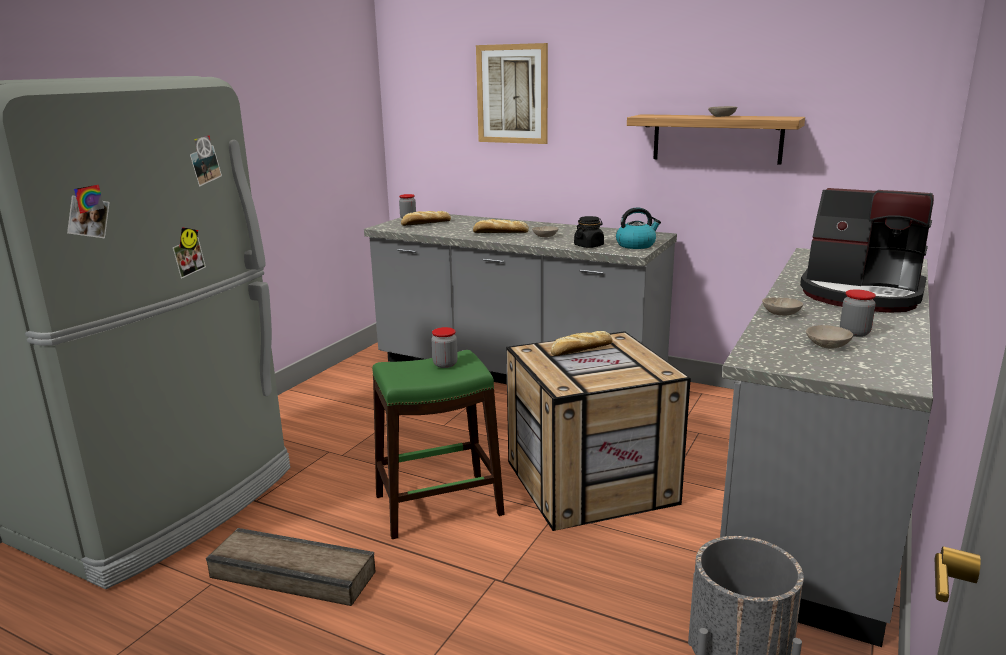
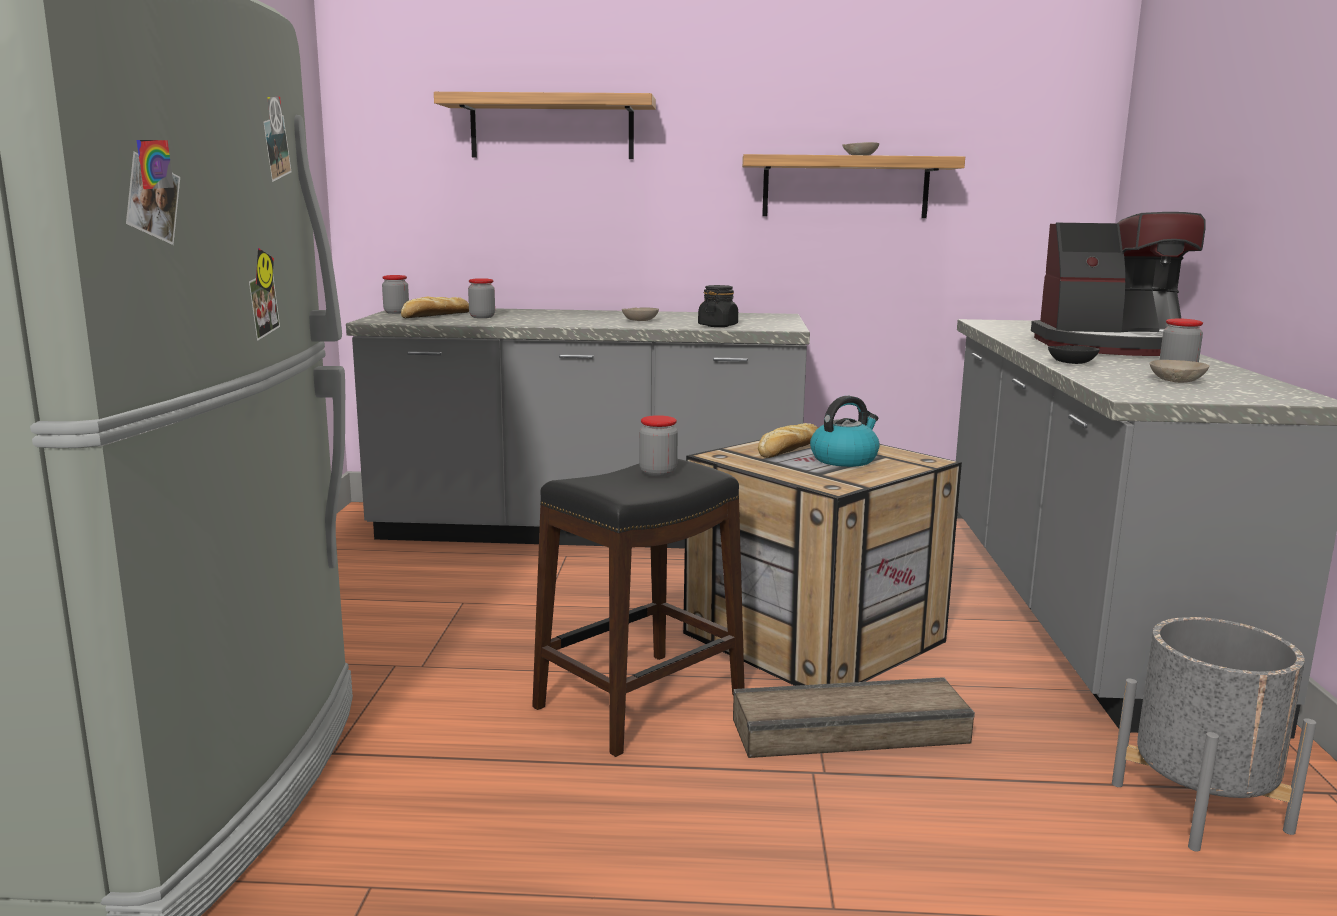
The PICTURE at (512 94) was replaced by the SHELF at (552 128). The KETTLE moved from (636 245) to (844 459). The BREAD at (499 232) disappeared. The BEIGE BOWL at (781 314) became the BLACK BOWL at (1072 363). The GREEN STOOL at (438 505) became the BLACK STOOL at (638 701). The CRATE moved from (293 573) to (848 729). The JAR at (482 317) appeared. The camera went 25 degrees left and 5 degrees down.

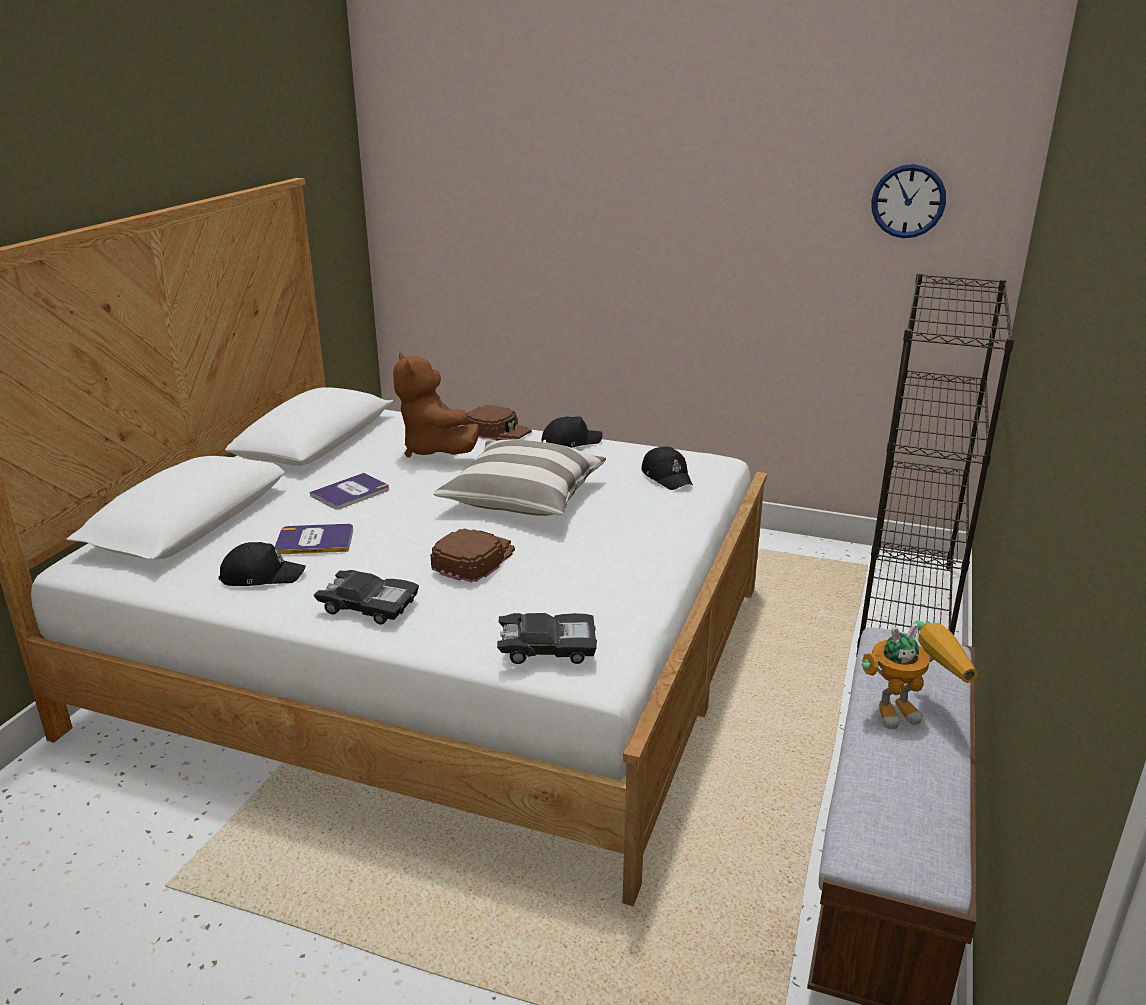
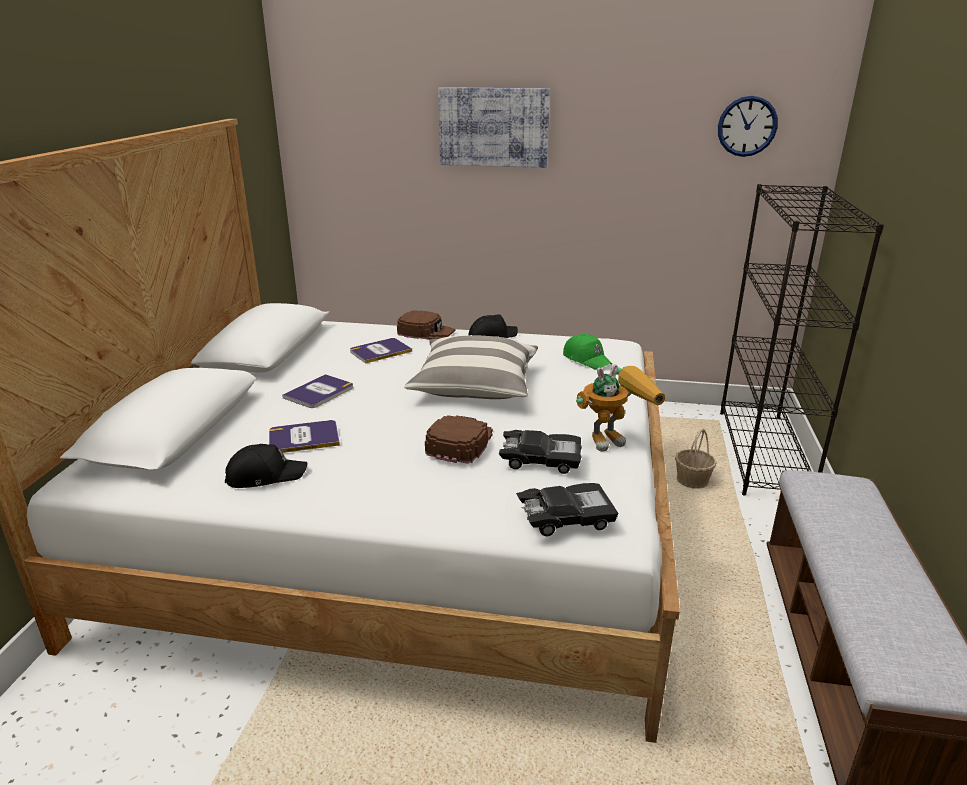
The BROWN PLUSH TOY at (435 451) was replaced by the BOOK at (380 351). The BLACK CAP at (667 477) became the GREEN CAP at (587 359). The BLACK TOY CAR moved from (368 605) to (540 459). The TOY ROBOT moved from (908 710) to (615 437). The PICTURE at (493 127) appeared. The BASKET at (692 481) appeared. The camera went 10 degrees left and 0 degrees up.

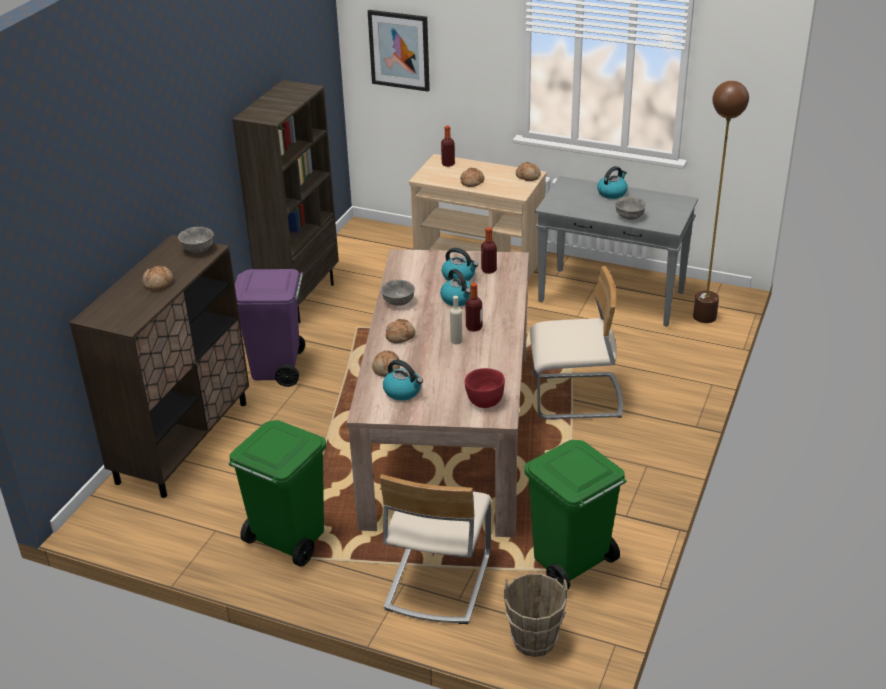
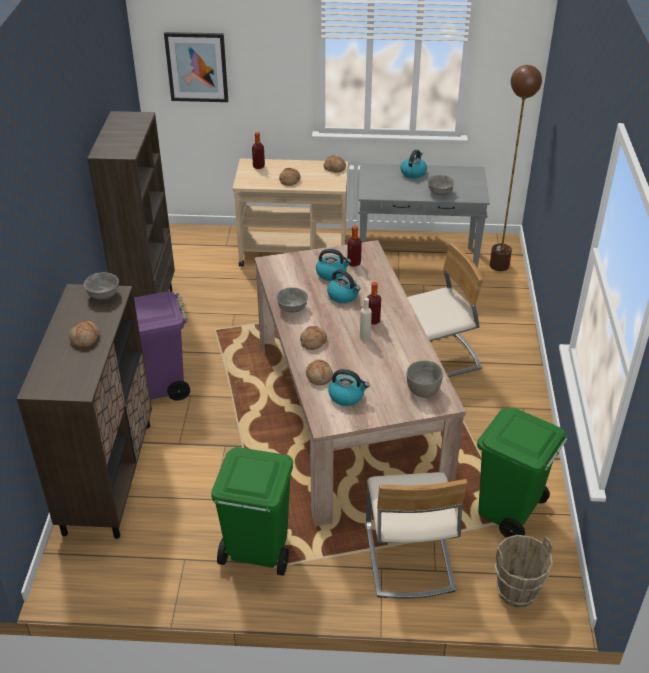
The RED BOWL at (484 401) became the GREY BOWL at (422 390). The camera went 20 degrees left and 5 degrees up.

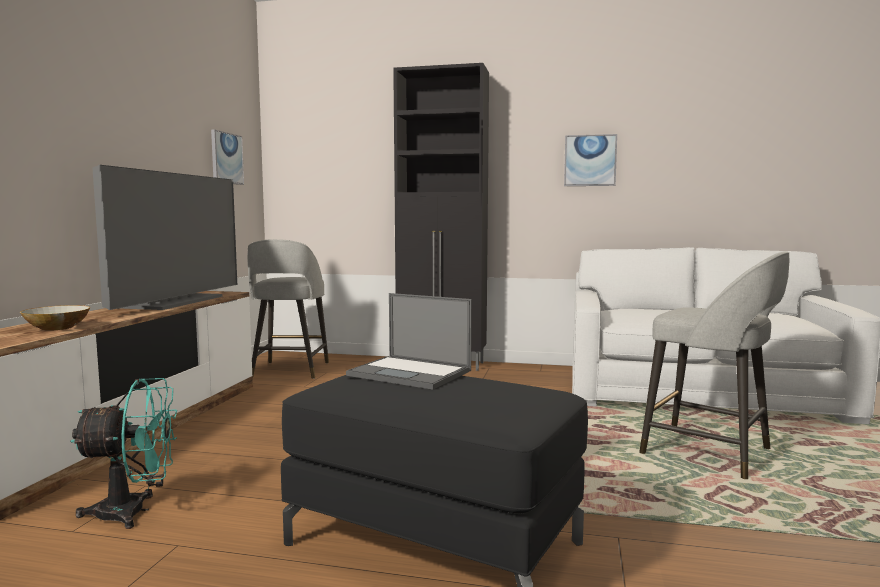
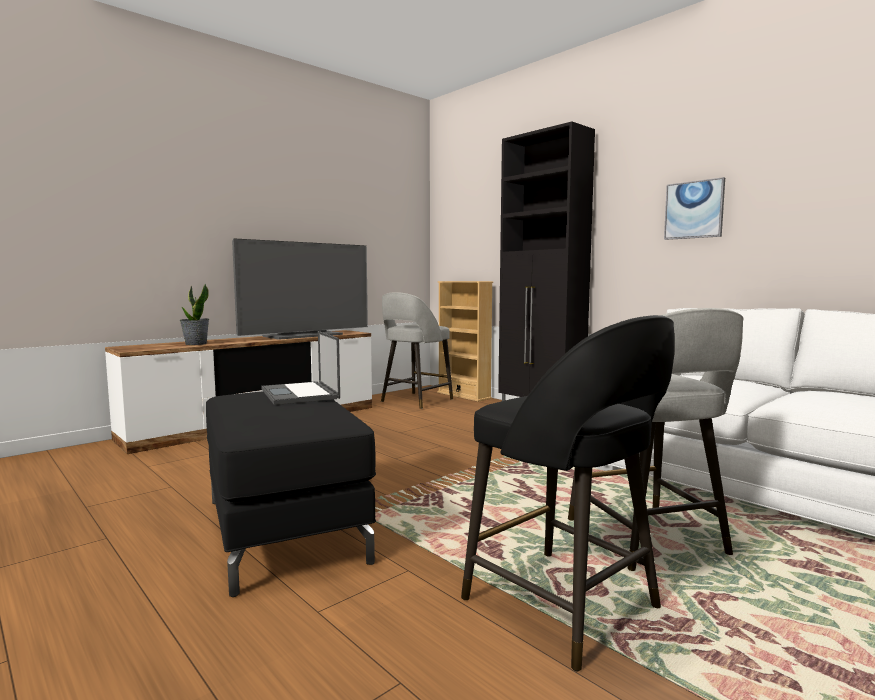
The PICTURE at (226 158) disappeared. The BOWL at (56 328) was replaced by the POTTED PLANT at (196 344). The TURQUOISE FAN at (134 511) disappeared. The BEIGE BOOKCASE at (464 395) appeared. The BLACK STOOL at (564 606) appeared. The camera went 35 degrees right and 0 degrees up.

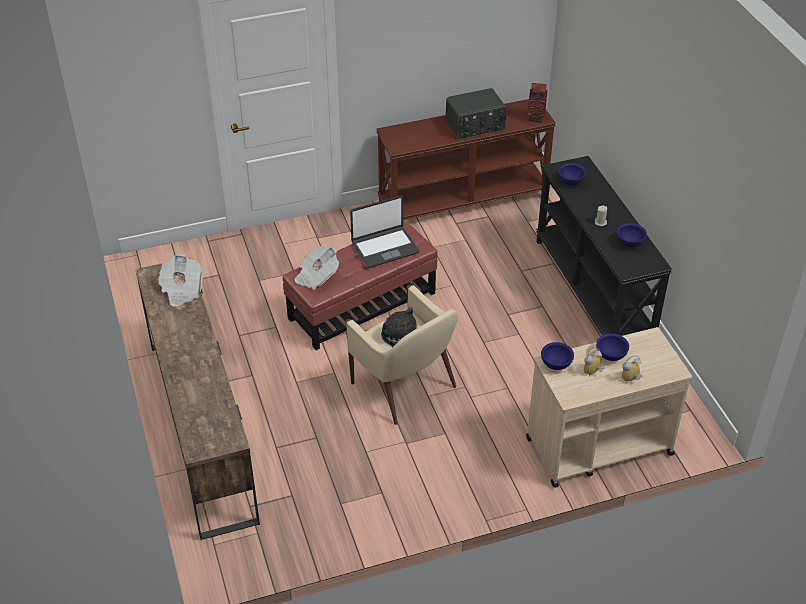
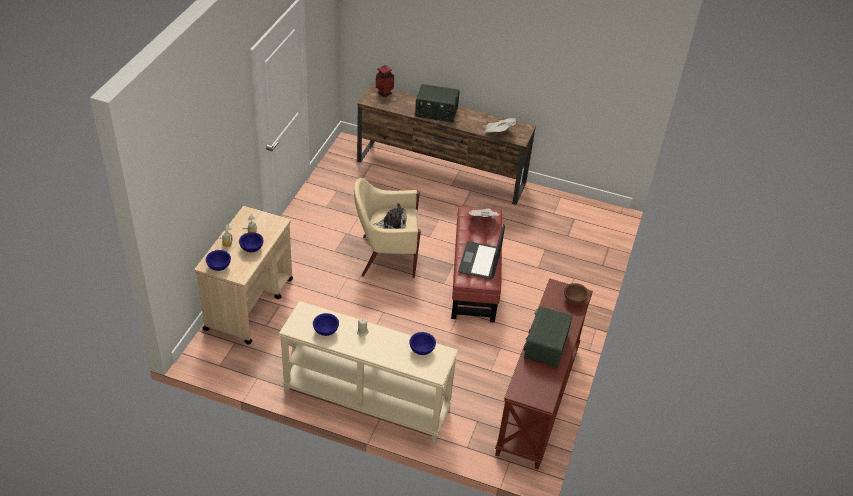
The VASE moved from (536 118) to (384 93). The BLACK CONSOLE TABLE at (594 291) became the BEIGE CONSOLE TABLE at (366 401). The BLUE BOWL moved from (556 364) to (218 267). The RADIO at (436 112) appeared. The BROWN BOWL at (574 299) appeared. The camera went 125 degrees right and 0 degrees up.

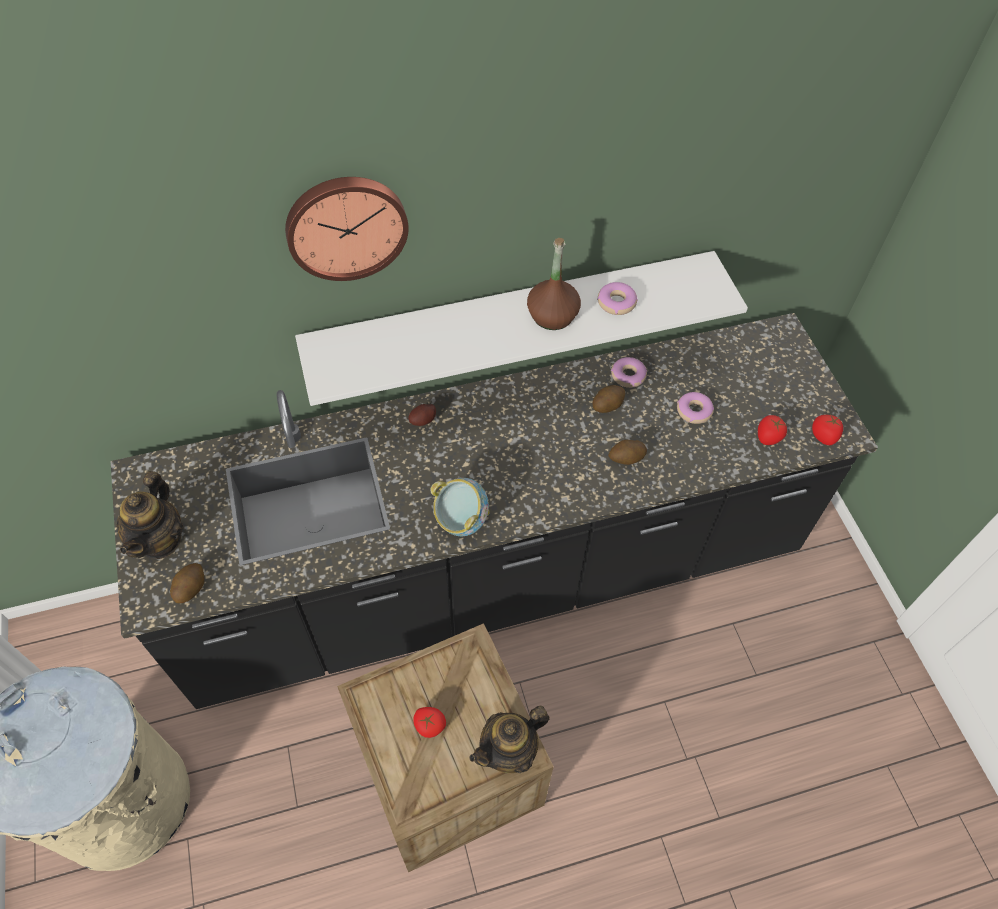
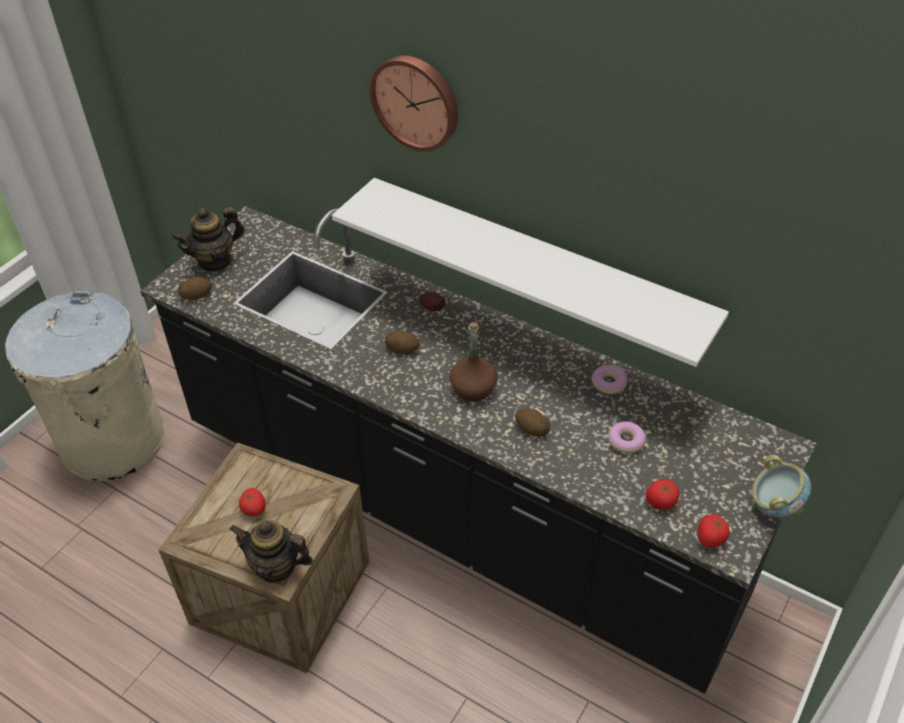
The BROWN BOTTLE moved from (552 315) to (473 388). The DONUT at (616 303) disappeared. The POTATO moved from (607 405) to (402 349). The BOWL moved from (460 520) to (774 505). The camera went 50 degrees right and 10 degrees down.

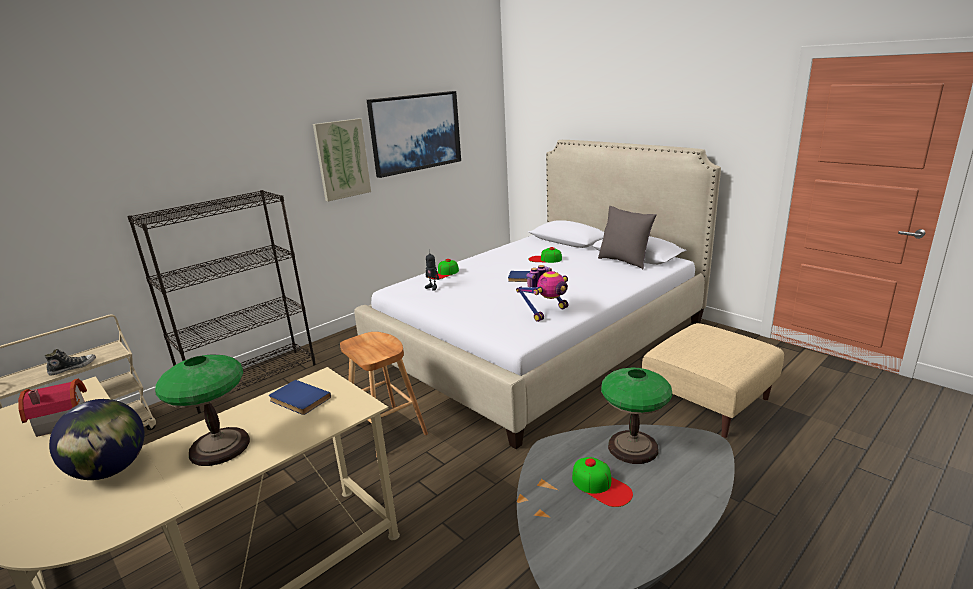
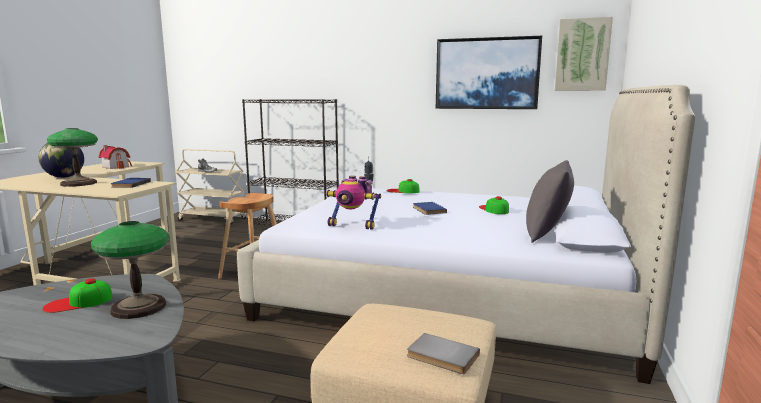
The PICTURE moved from (342 159) to (582 55). The CAP at (601 486) turned 45 degrees clockwise. The GREY BOOK at (441 356) appeared. The camera went 60 degrees right and 10 degrees down.

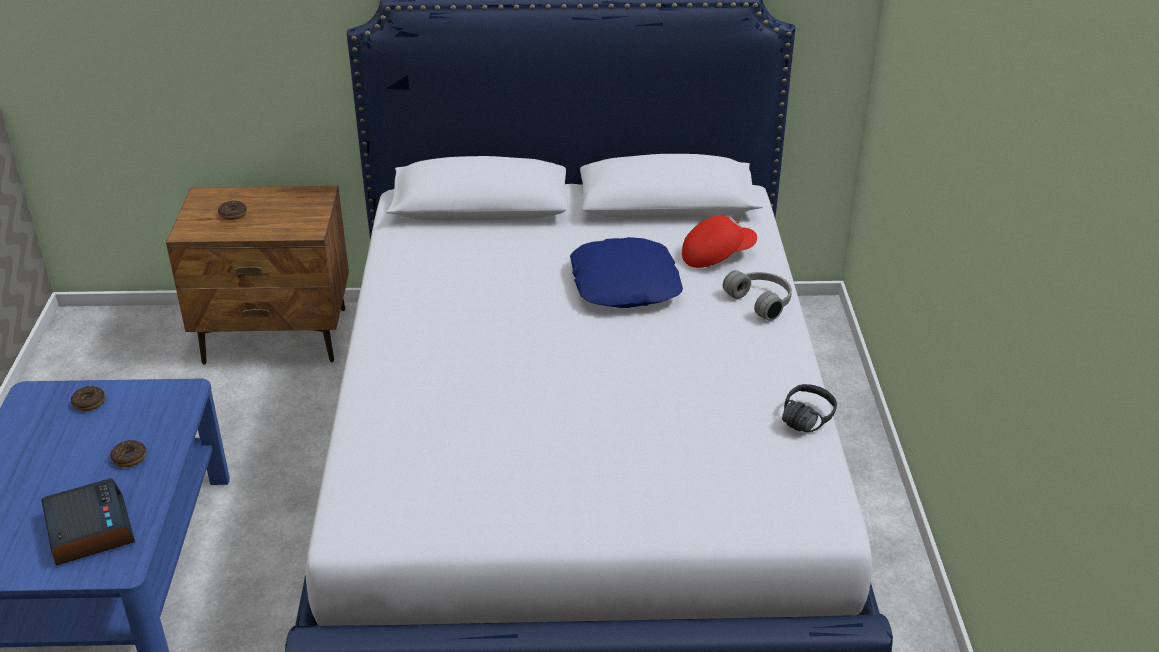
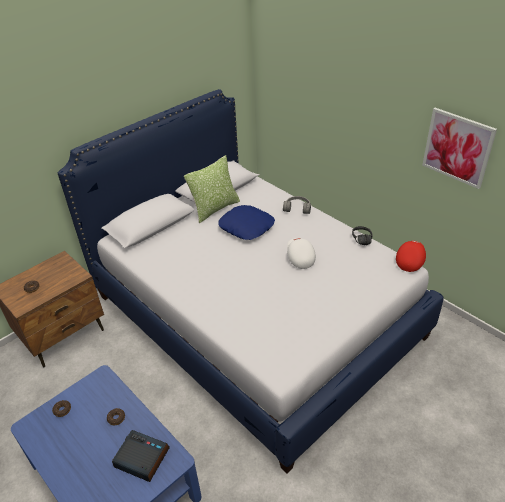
The RED CAP moved from (716 255) to (410 260). The PICTURE at (457 147) appeared. The PILLOW at (215 208) appeared. The WHITE CAP at (299 257) appeared. The camera went 40 degrees left and 5 degrees up.

